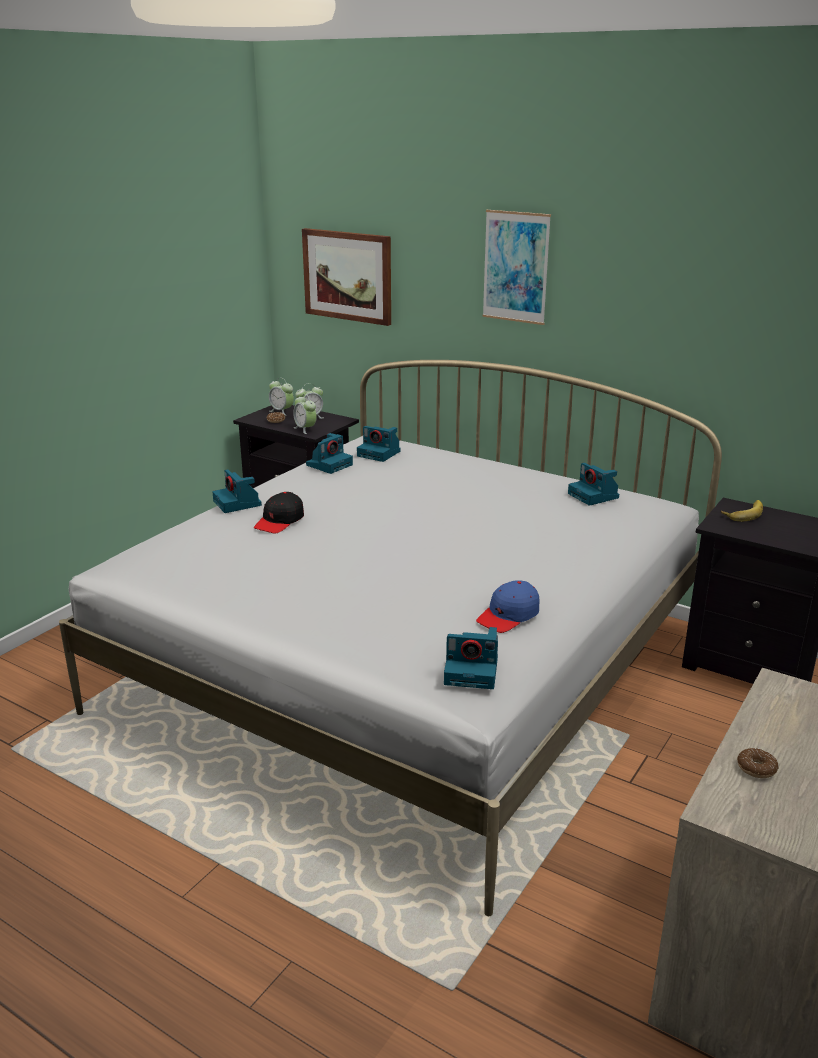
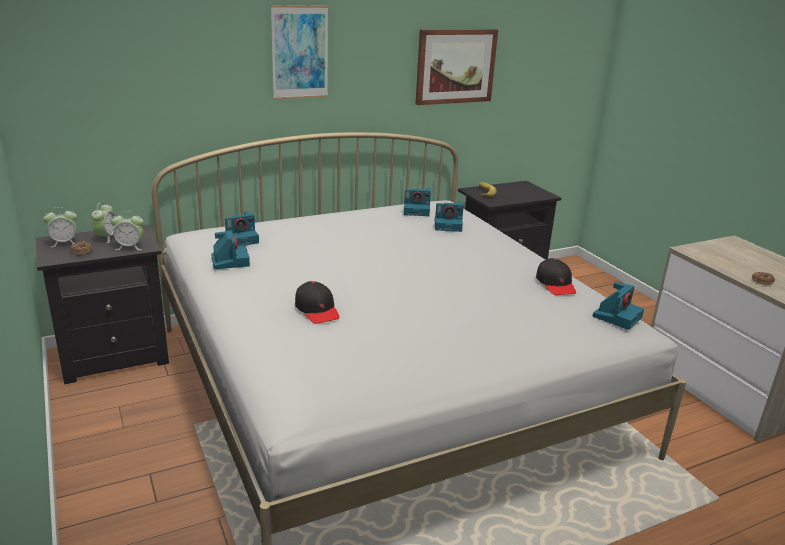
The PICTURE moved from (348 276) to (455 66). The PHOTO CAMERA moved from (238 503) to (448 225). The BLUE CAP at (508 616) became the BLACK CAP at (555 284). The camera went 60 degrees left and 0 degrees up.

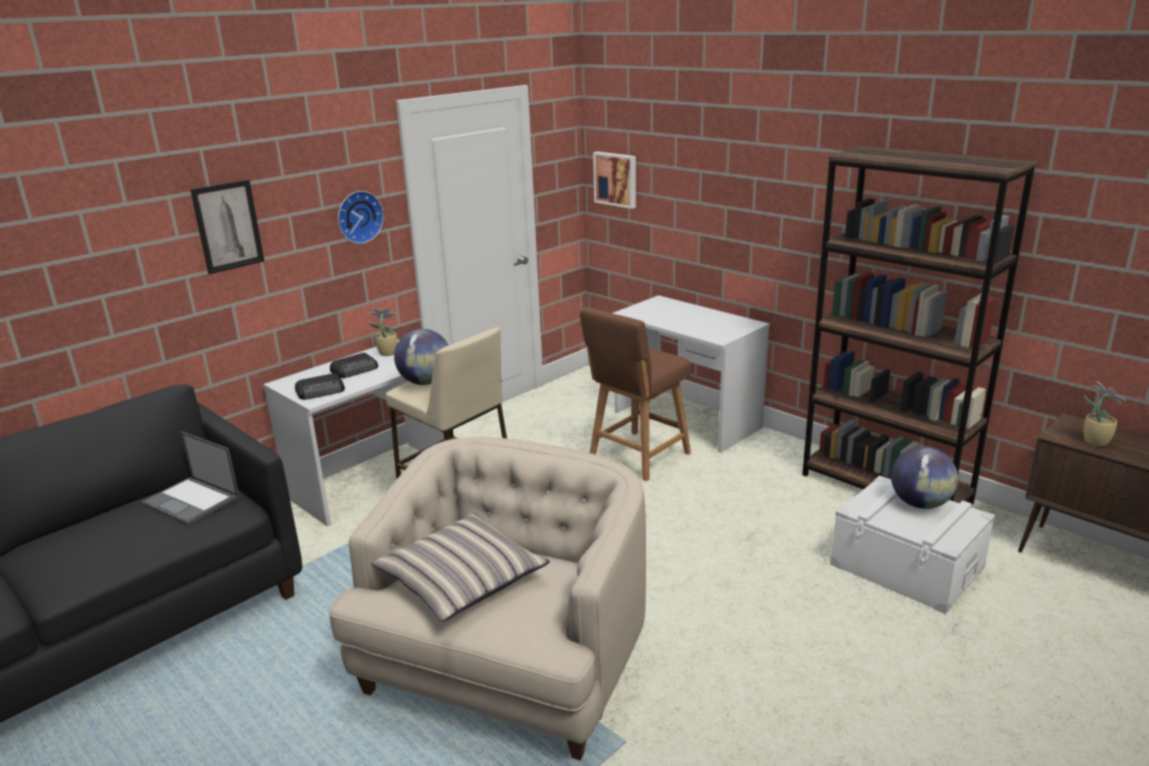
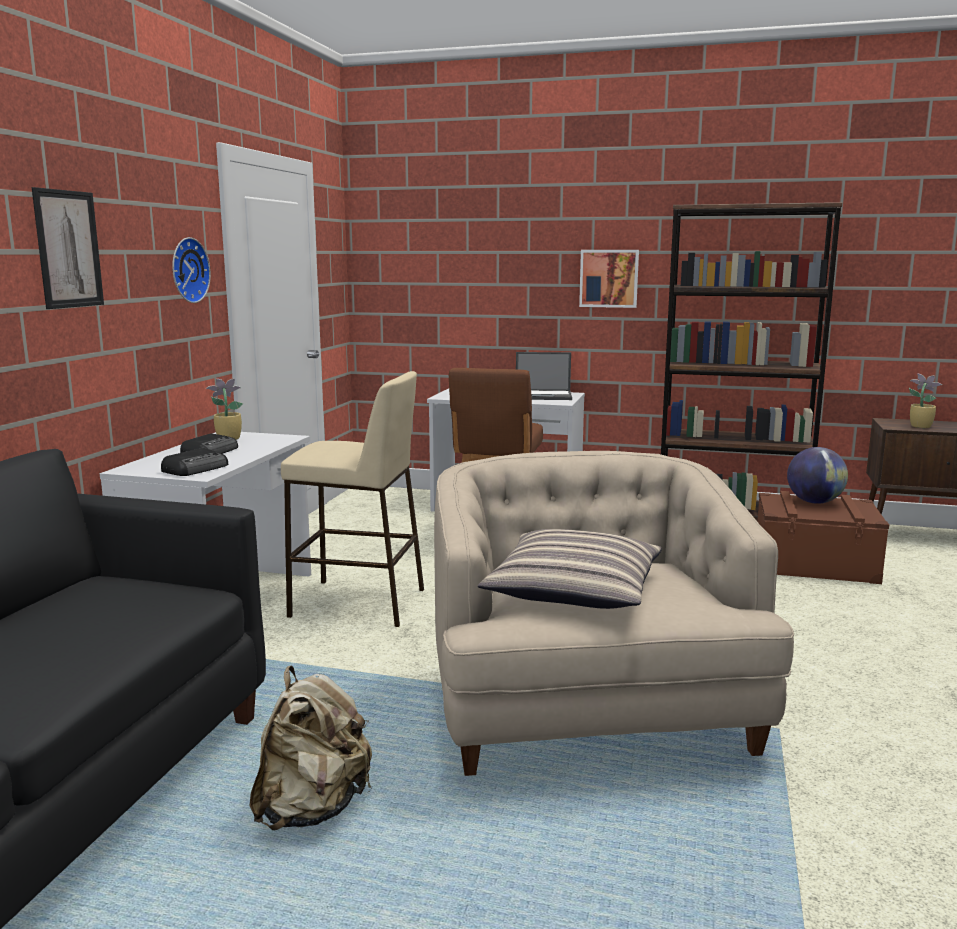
The PICTURE moved from (616 179) to (609 278). The GLOBE at (425 382) disappeared. The LAPTOP moved from (192 501) to (544 396). The WHITE STORAGE BOX at (907 566) became the BROWN STORAGE BOX at (814 563). The BEIGE BACKPACK at (313 808) appeared. The camera went 30 degrees left and 10 degrees down.

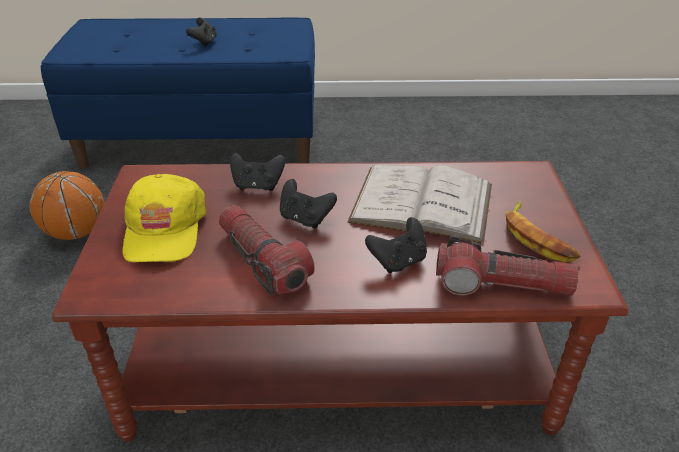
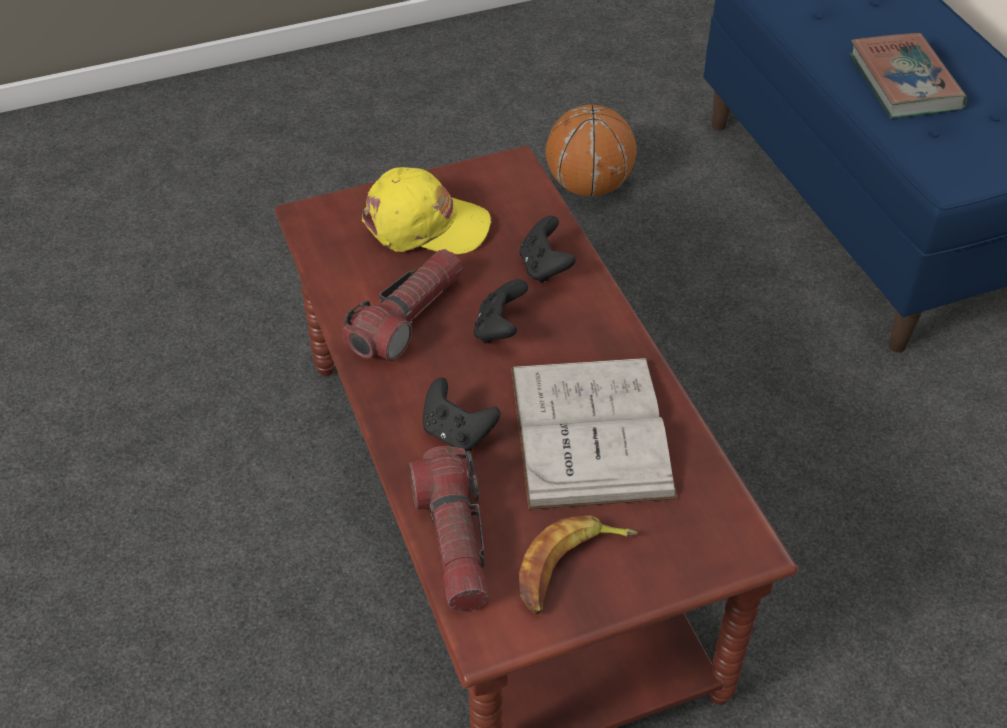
The BLACK GAME CONTROLLER at (204 42) was replaced by the BOOK at (904 82). The YELLOW CAP at (164 229) turned 150 degrees counterclockwise. The camera went 70 degrees right and 10 degrees up.

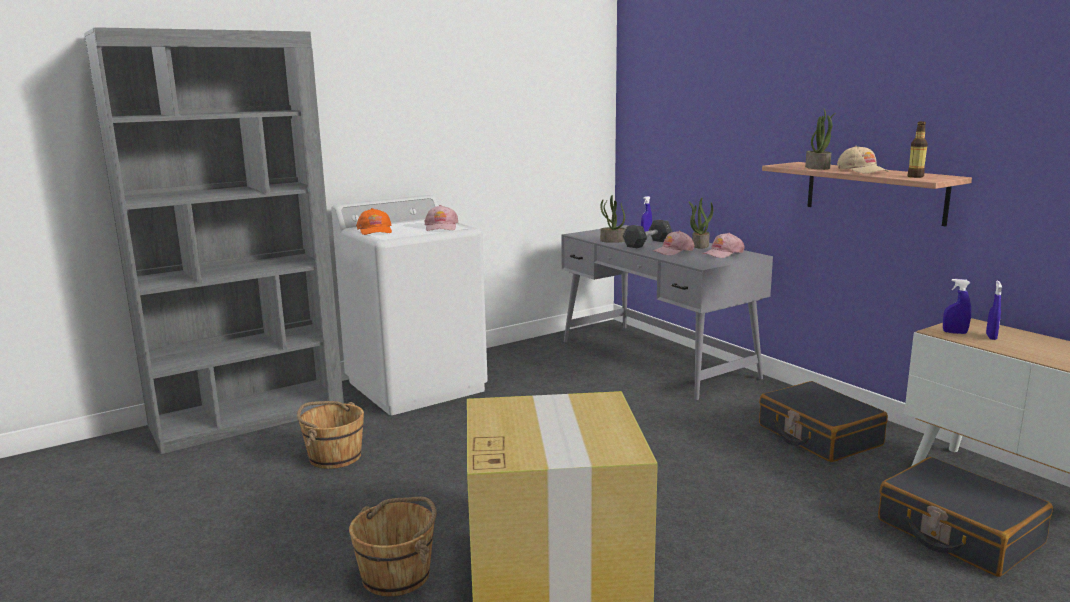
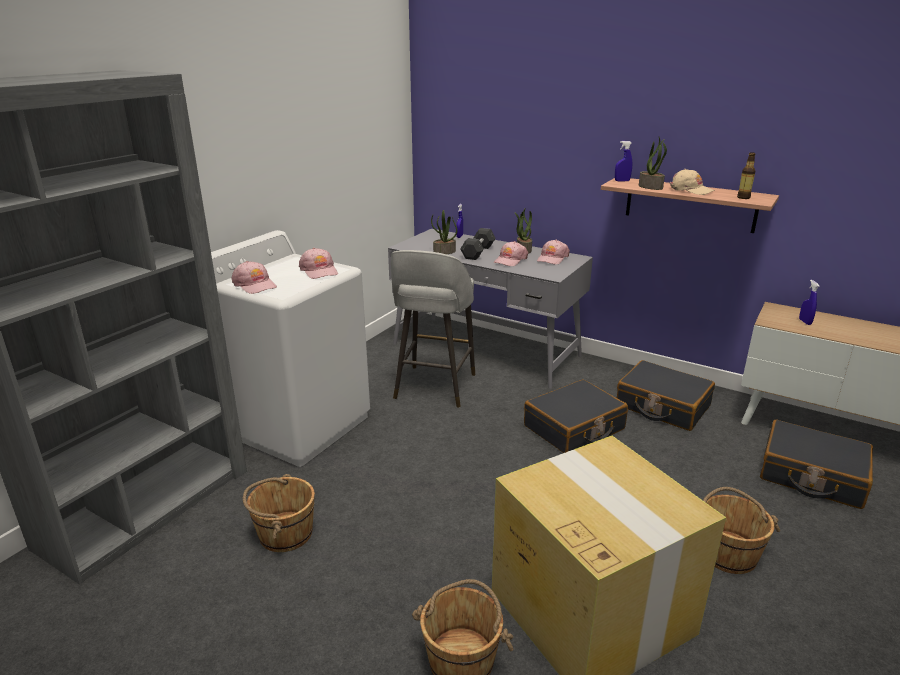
The ORANGE CAP at (375 231) became the PINK CAP at (255 285). The BLUE SPRAY BOTTLE moved from (954 332) to (622 181). The GREY STOOL at (434 387) appeared. The BLACK SUITCASE at (574 428) appeared. The BROWN BUCKET at (727 553) appeared. The camera went 25 degrees left and 10 degrees up.

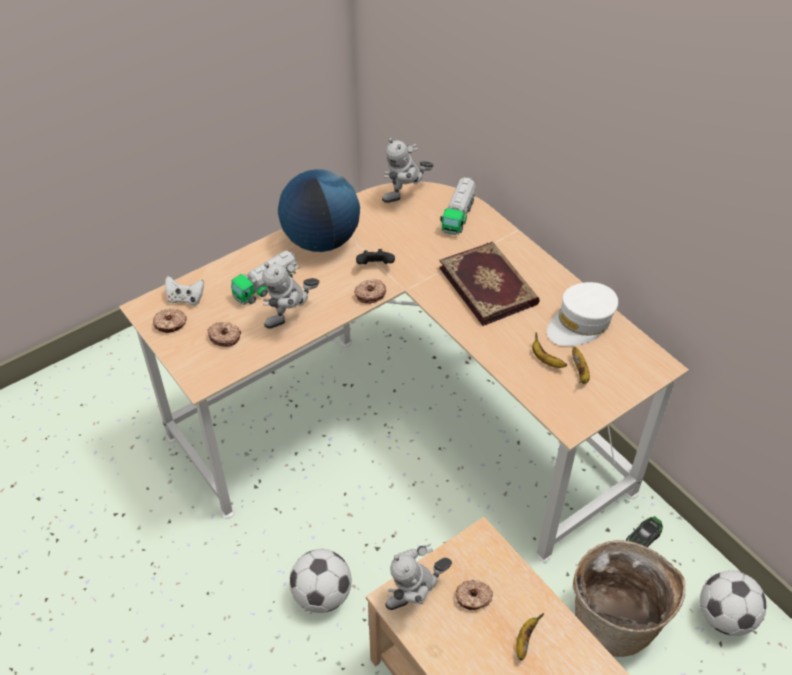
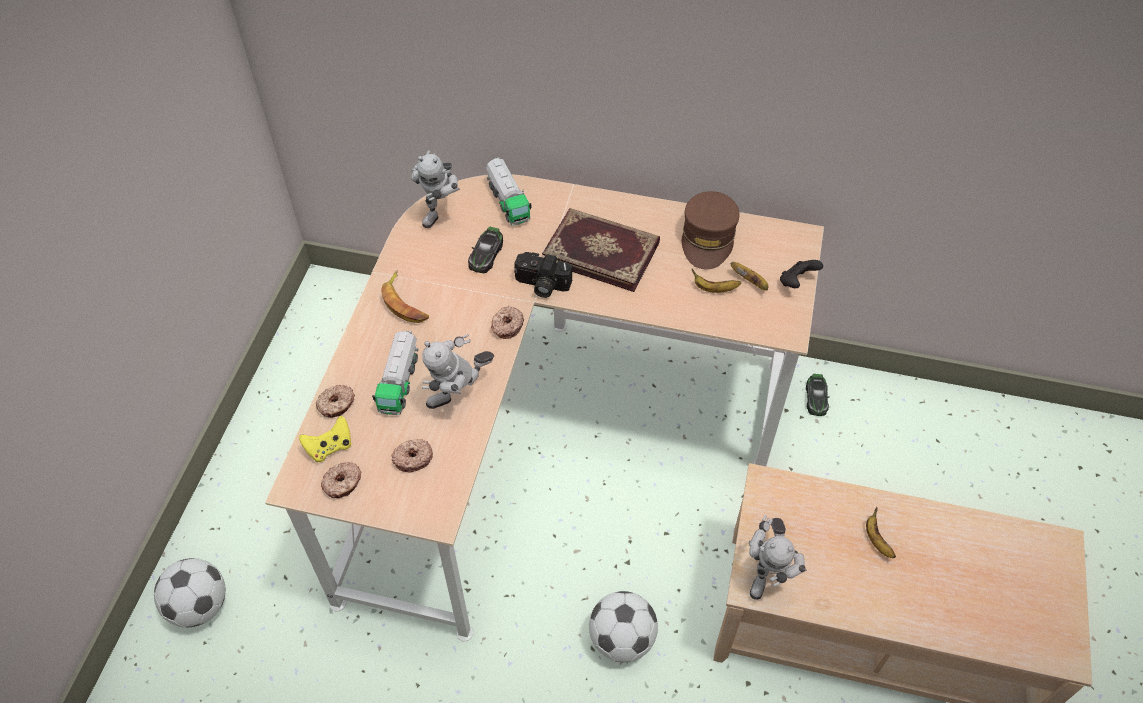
The GLOBE at (321 241) was replaced by the BANANA at (405 302). The BLACK GAME CONTROLLER moved from (375 266) to (796 282). The TOY ROBOT at (291 319) turned 45 degrees clockwise. The WHITE GAME CONTROLLER at (185 299) became the YELLOW GAME CONTROLLER at (330 447). The WHITE CAP at (580 323) became the BROWN CAP at (708 238). The BASKET at (617 618) disappeared. The FOOTBALL moved from (725 617) to (199 605). The DONUT moved from (473 598) to (337 405). The TOY CAR at (486 254) appeared. The PHOTO CAMERA at (541 285) appeared. The camera went 40 degrees left and 5 degrees up.

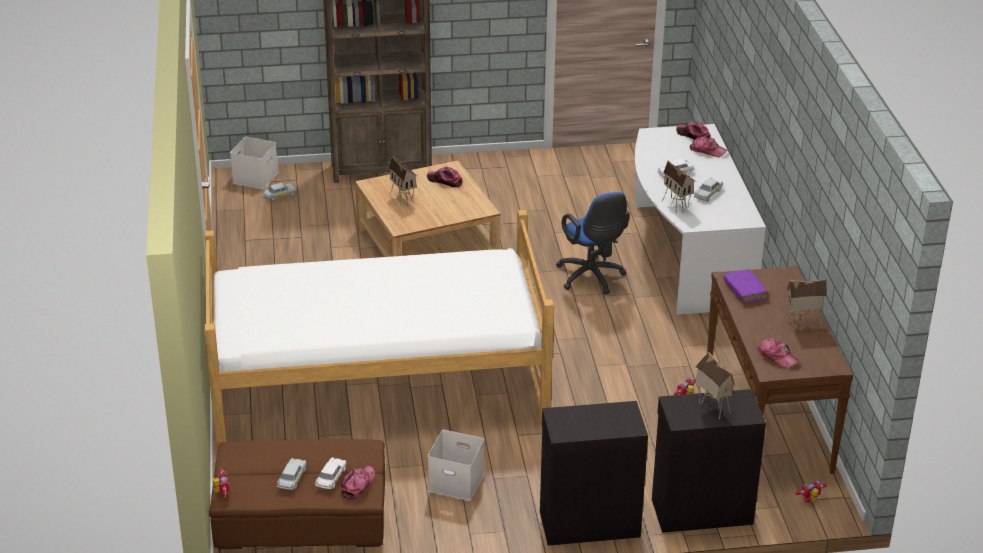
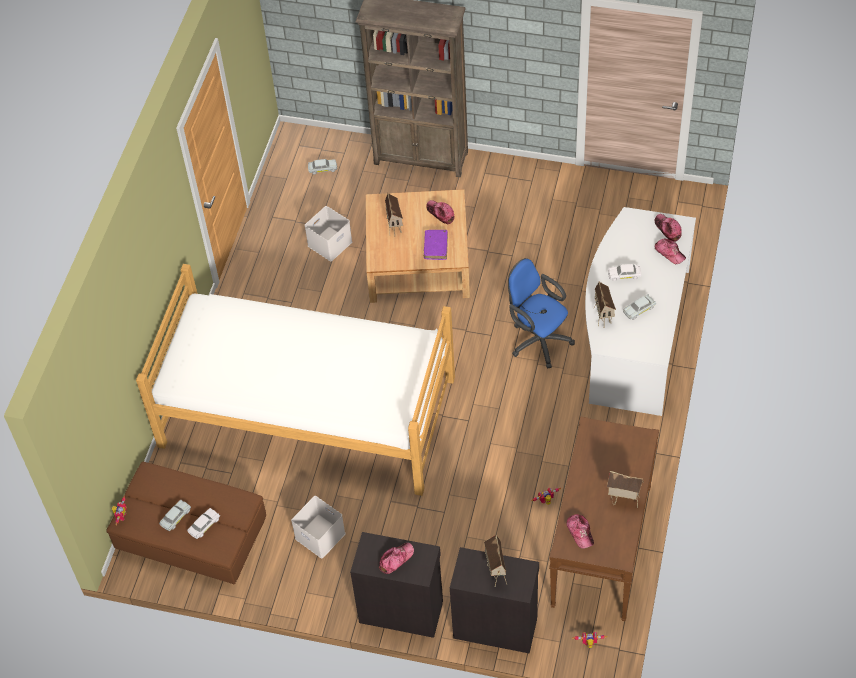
The WHITE STORAGE BOX moved from (255 177) to (330 243). The BLUE OFFICE CHAIR at (592 278) turned 135 degrees clockwise. The PURPLE BOOK moved from (745 290) to (435 247). The CAP moved from (357 485) to (396 559). The camera went 25 degrees right and 20 degrees up.

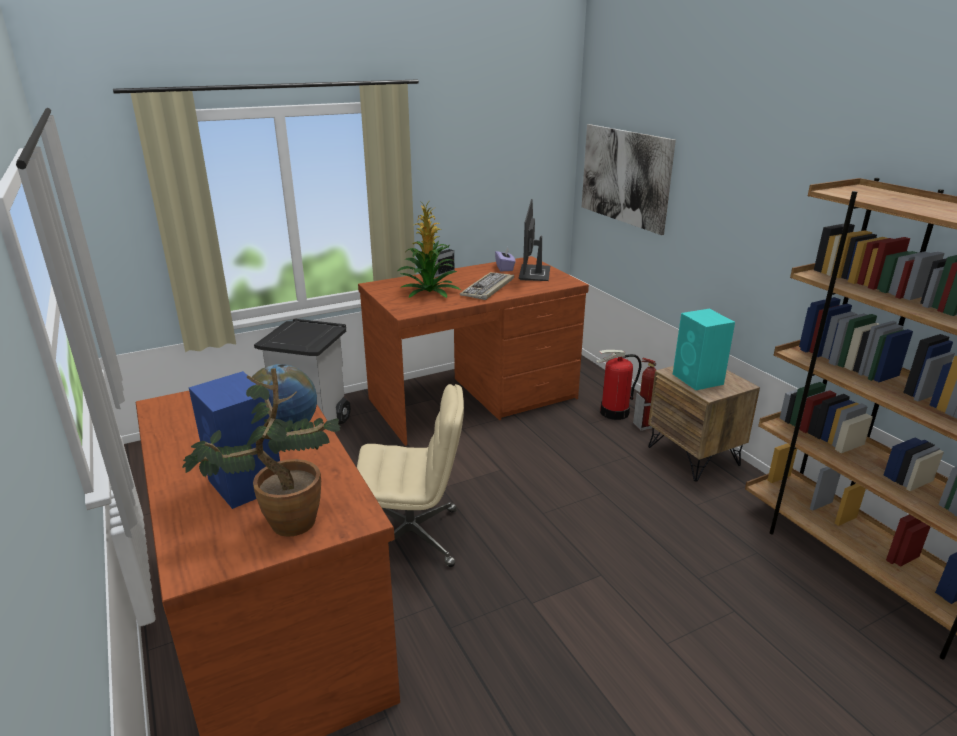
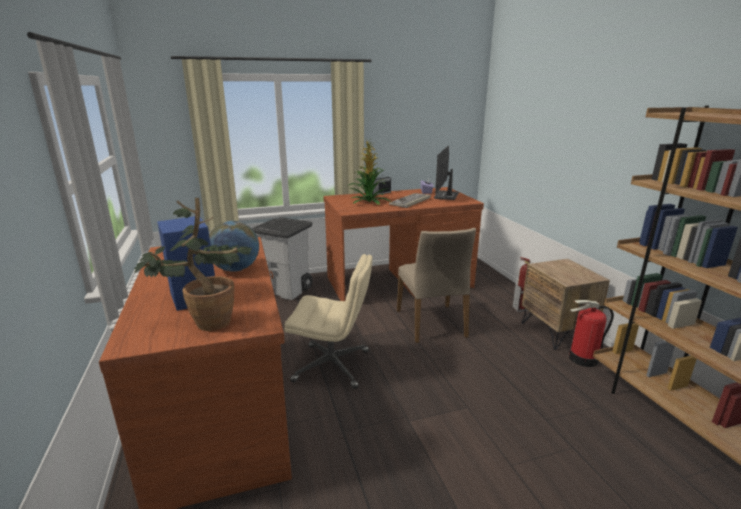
The PICTURE at (624 176) disappeared. The TURQUOISE SPEAKER at (698 379) disappeared. The FIRE EXTINGUISHER moved from (614 412) to (583 359). The BEIGE CHAIR at (432 323) appeared. The camera went 10 degrees right and 5 degrees down.

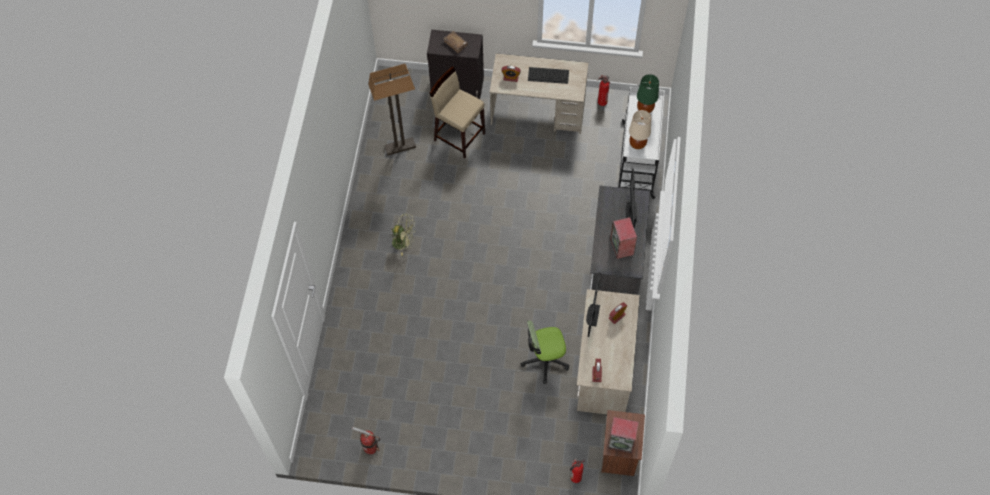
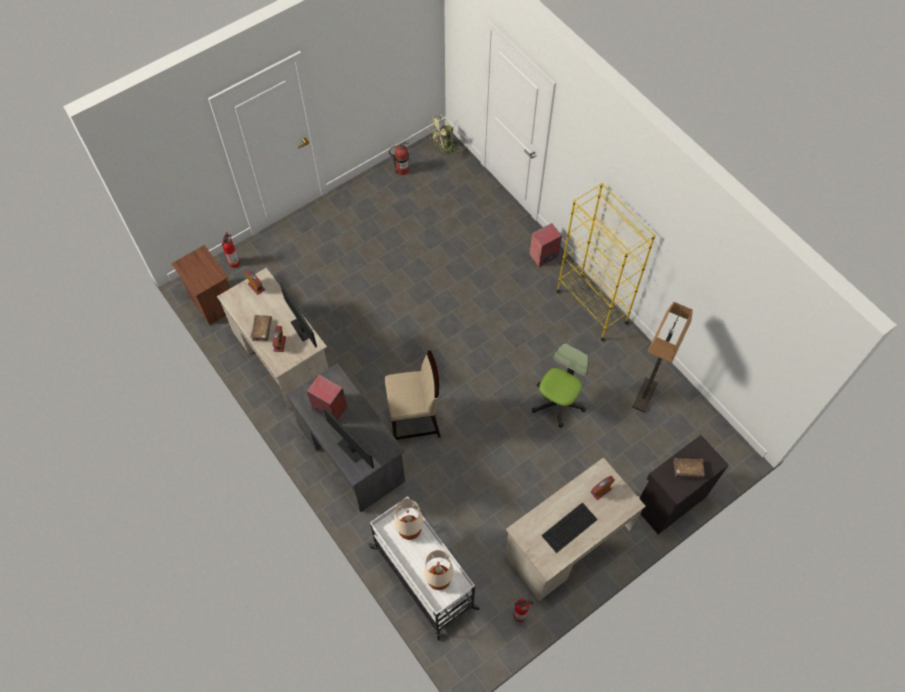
The BEIGE STOOL moved from (459 136) to (415 421). The GREEN TABLE LAMP at (645 109) became the BEIGE TABLE LAMP at (439 580). The GREEN FAN moved from (404 242) to (444 149). The OFFICE CHAIR moved from (545 360) to (557 403). The SPEAKER moved from (621 441) to (543 256). The YELLOW BOOKCASE at (591 307) appeared. The BROWN BOOK at (262 330) appeared. The camera went 135 degrees right and 0 degrees up.

